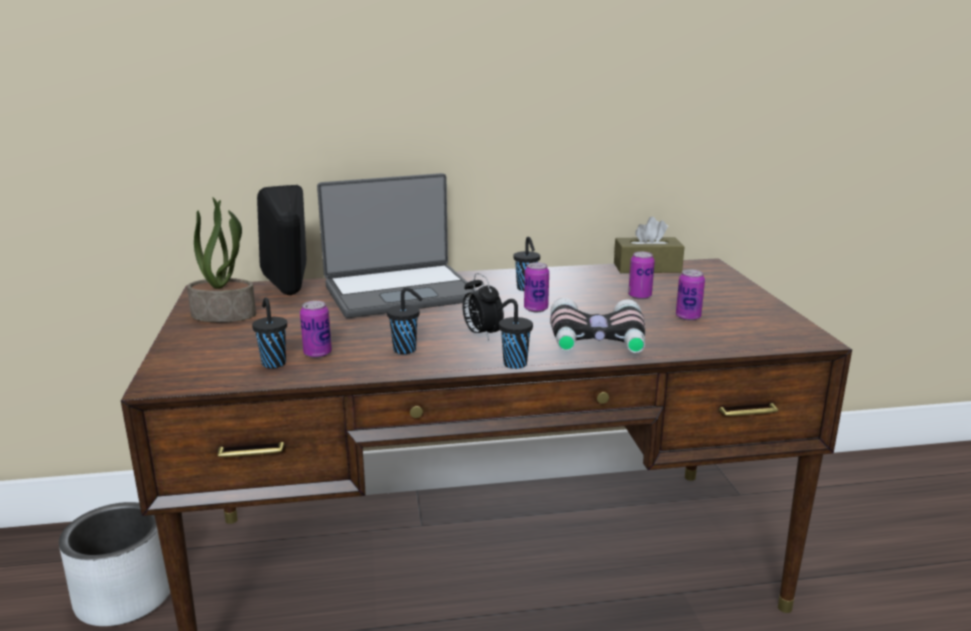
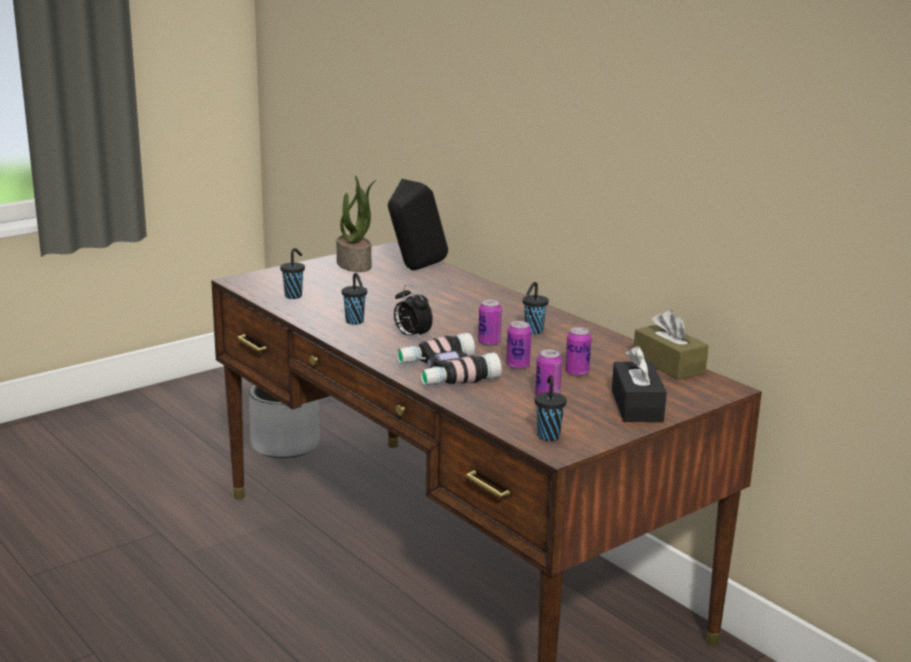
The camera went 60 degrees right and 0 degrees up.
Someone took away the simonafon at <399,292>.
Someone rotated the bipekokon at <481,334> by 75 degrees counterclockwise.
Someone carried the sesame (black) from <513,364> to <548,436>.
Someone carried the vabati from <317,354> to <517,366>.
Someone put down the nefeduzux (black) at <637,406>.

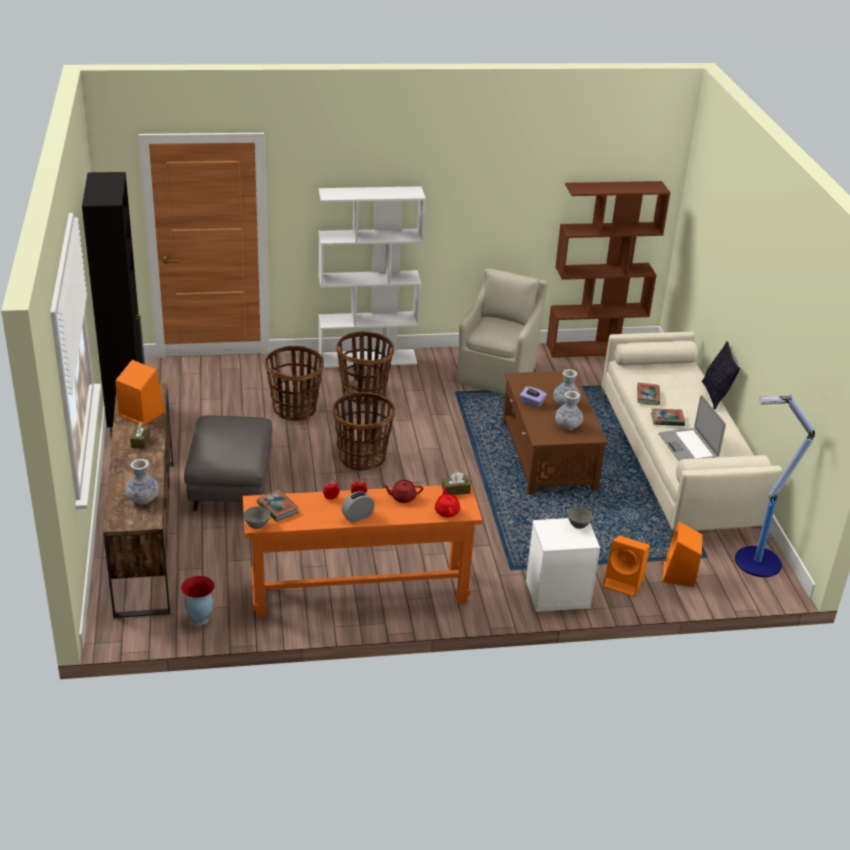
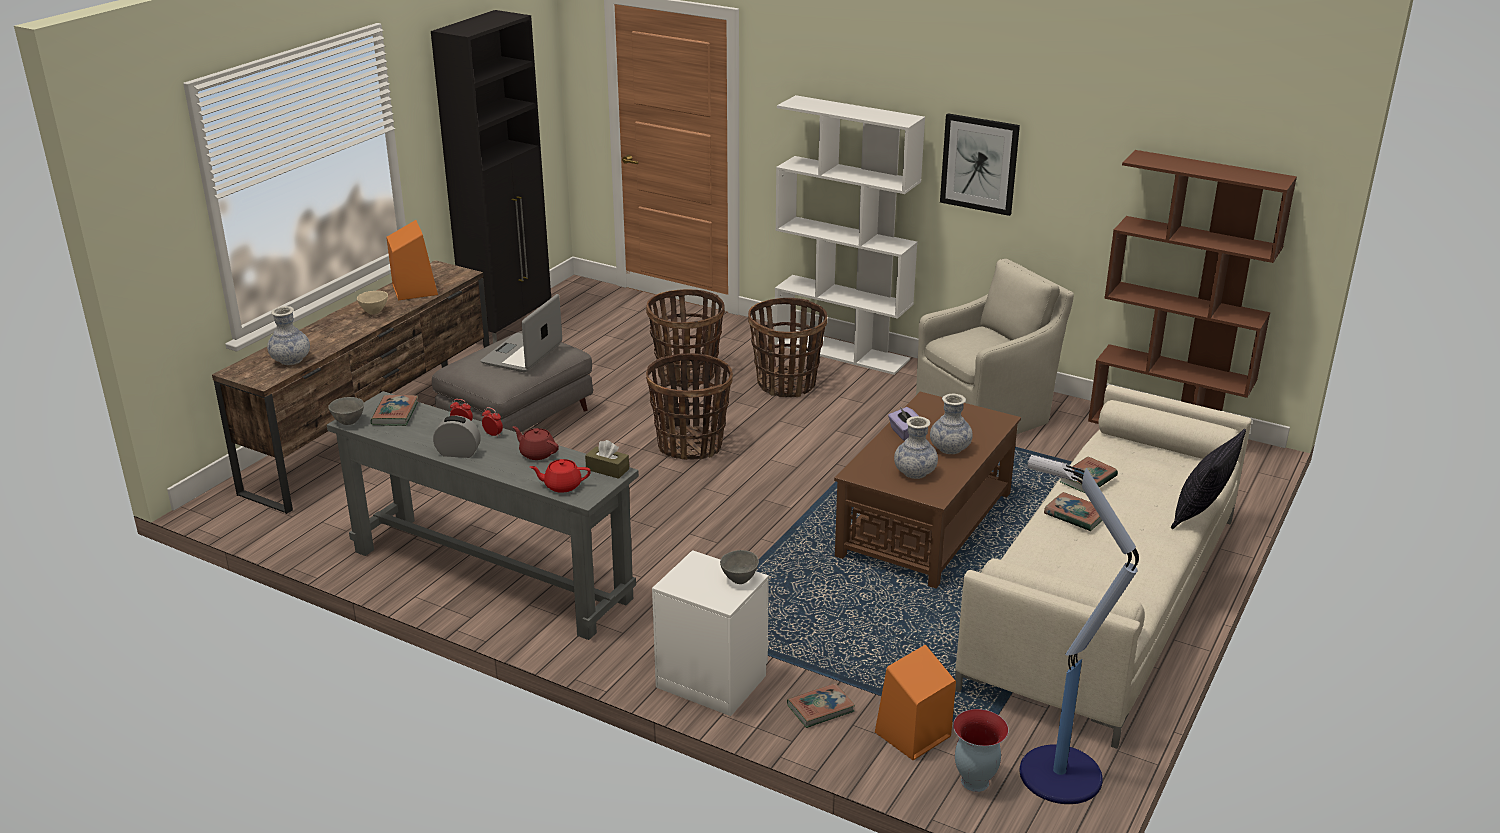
The camera went 40 degrees right and 5 degrees down.
Someone carried the simonafon from <688,447> to <523,354>.
Someone swapped the nefeduzux (brown) at <140,441> for the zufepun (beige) at <374,311>.
Someone repainted the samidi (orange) at <359,592>, which became the samidi (grey) at <491,574>.
Someone rotated the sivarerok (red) at <447,511> by 120 degrees counterclockwise.
Someone swapped the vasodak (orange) at <624,582> for the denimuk at <820,708>.
Someone carried the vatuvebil from <200,619> to <974,782>.
Someone put up the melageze at <979,164>.

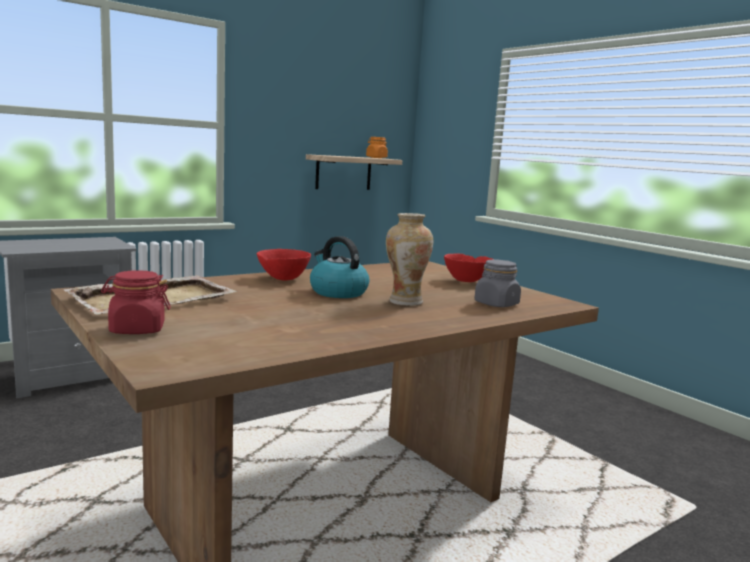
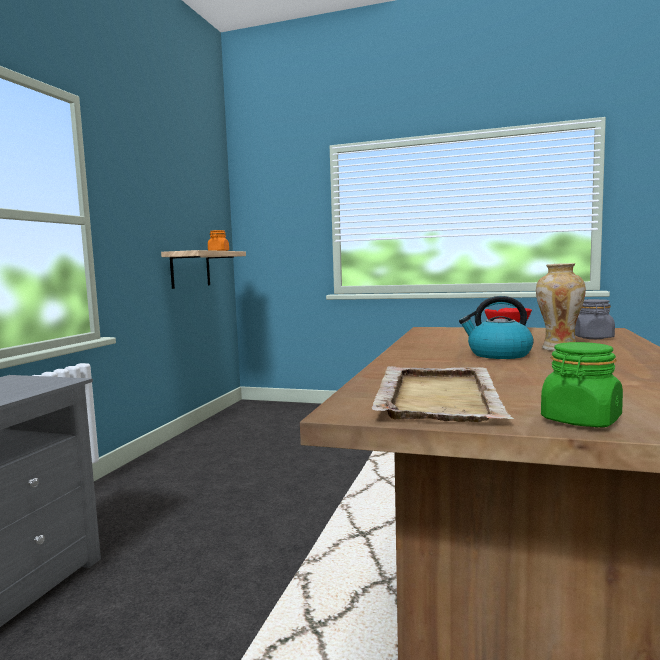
The camera went 35 degrees left and 5 degrees down.
Someone took away the zufepun (red) at <283,279>.
Someone repainted the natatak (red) at <137,329>, which became the natatak (green) at <581,420>.

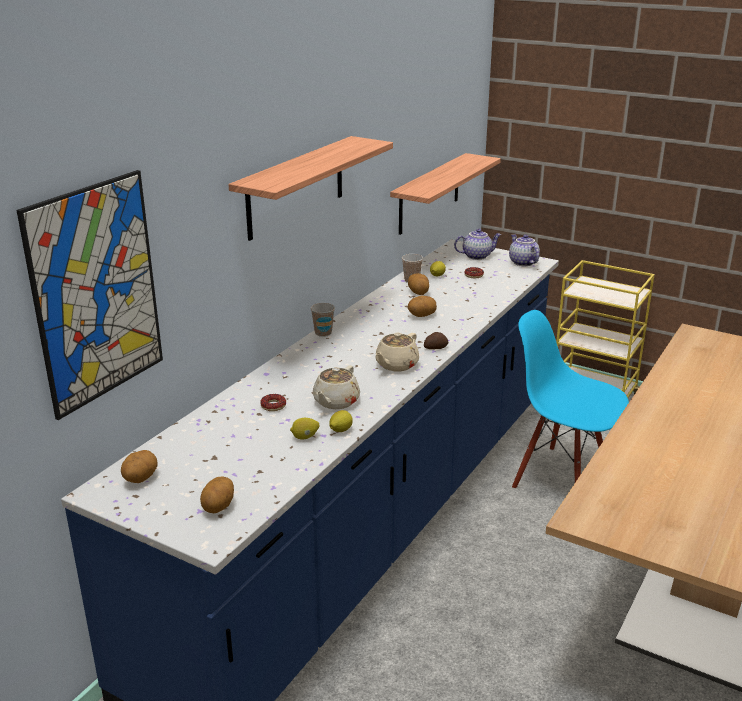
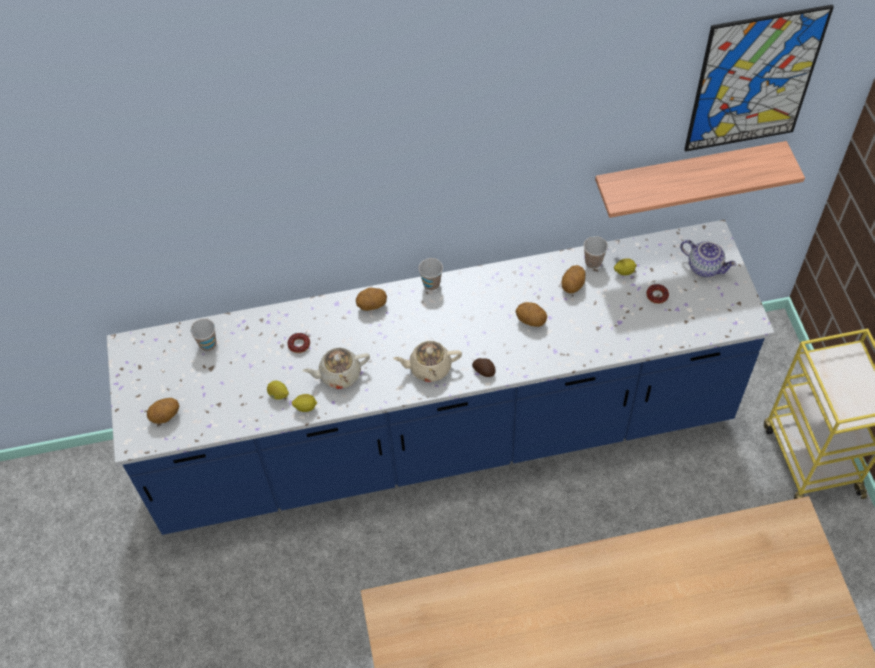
The camera went 50 degrees right and 30 degrees up.
Someone took away the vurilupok at <296,187>.
Someone carried the melageze from <96,293> to <754,81>.
Someone took away the sivarerok at <522,263>.
Someone took away the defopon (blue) at <561,478>.
Someone carried the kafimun from <140,478> to <372,305>.
Someone put down the sesame at <208,344>.

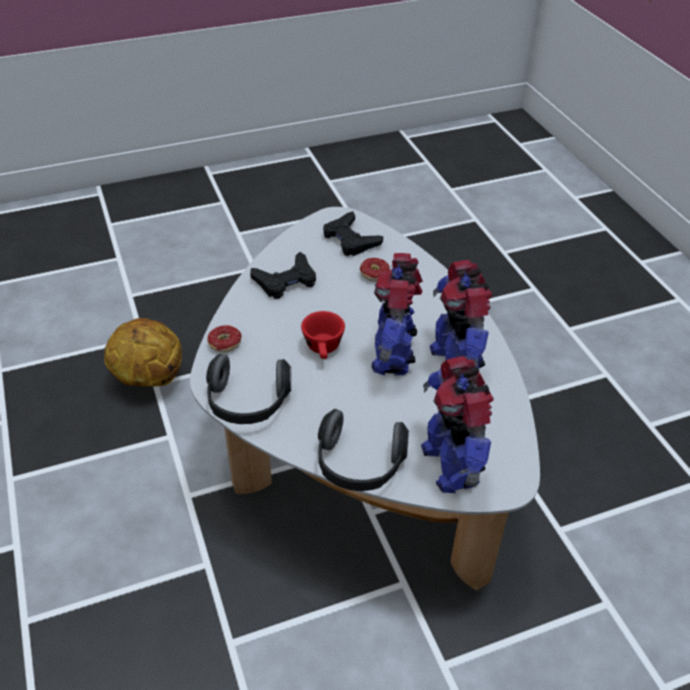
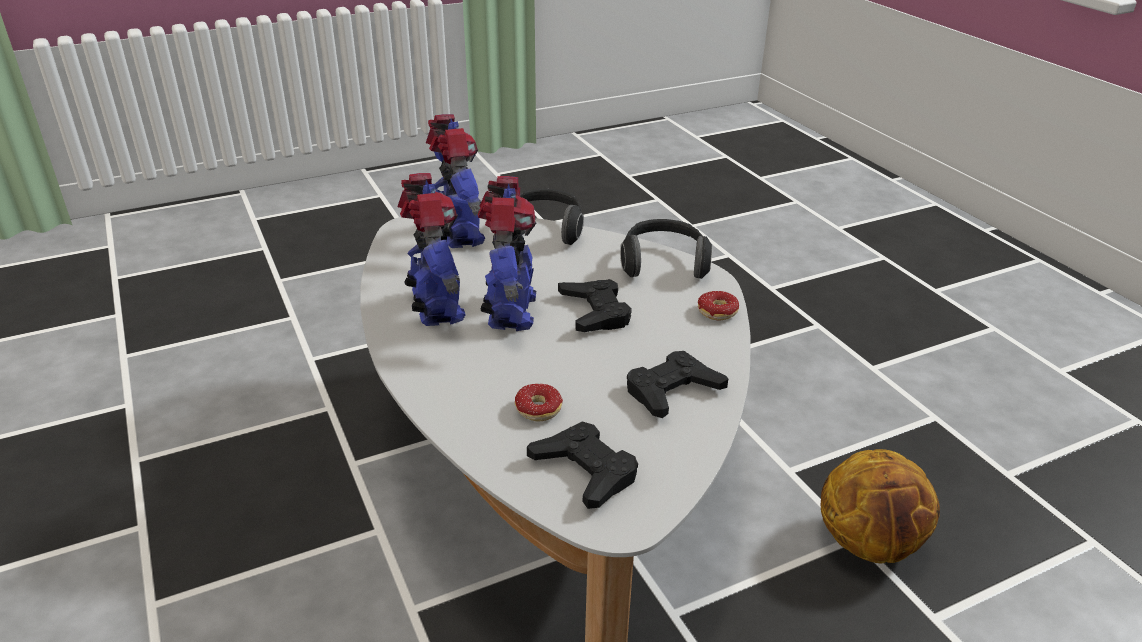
The camera went 175 degrees right and 10 degrees down.
Someone swapped the sesame (red) at <324,349> for the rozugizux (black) at <595,312>.

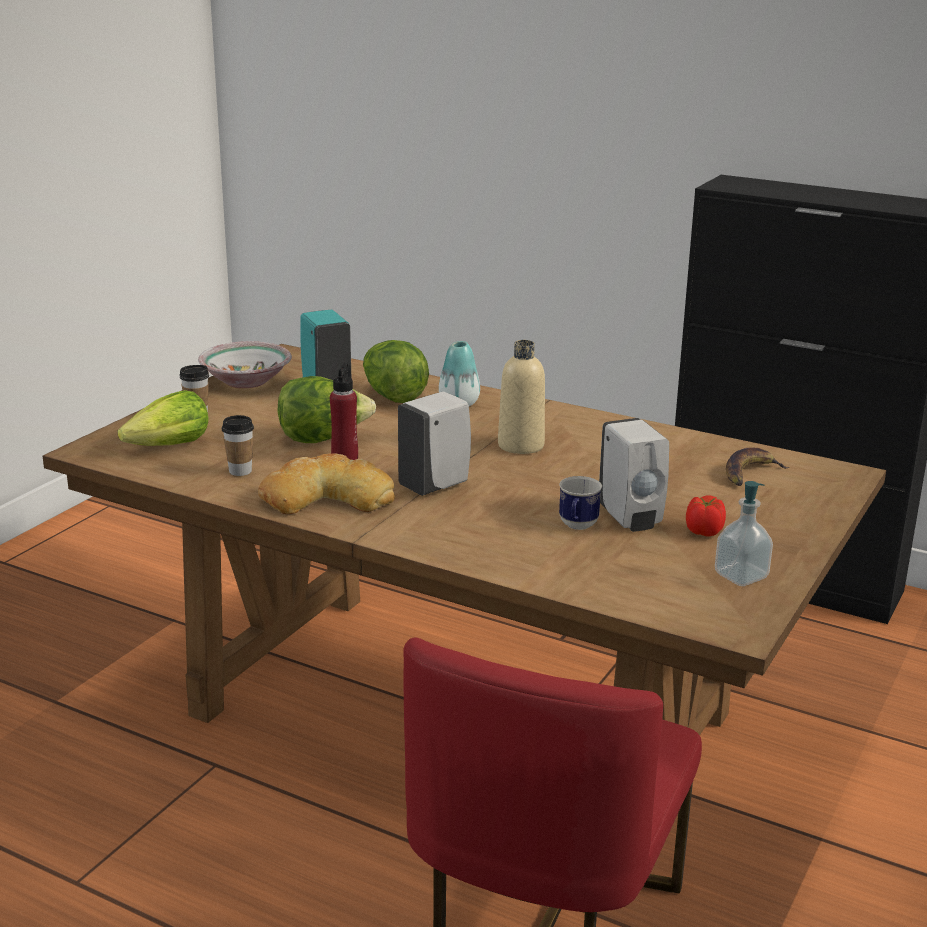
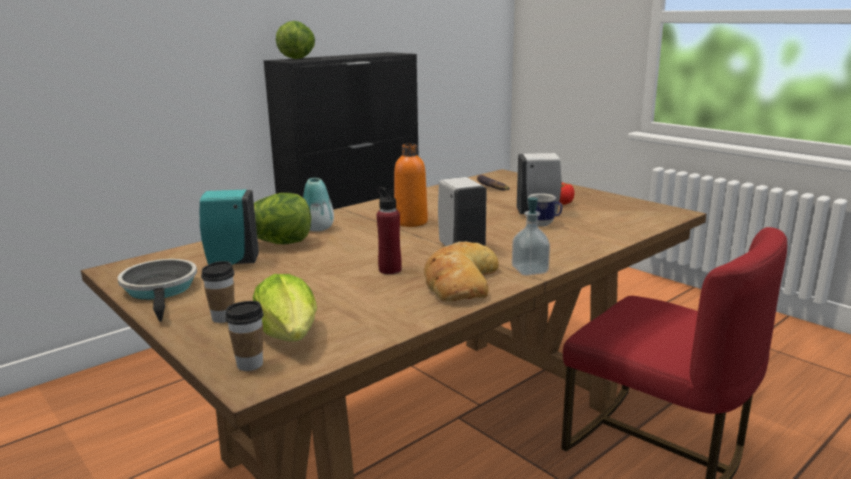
The camera went 70 degrees left and 5 degrees down.
Someone repainted the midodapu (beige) at <521,445>, which became the midodapu (orange) at <411,222>.
Someone swapped the zufepun at <247,381> for the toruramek at <161,290>.
Someone carried the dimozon from <323,439> to <298,58>.
Someone carried the sesame from <240,471> to <250,364>.
Someone carried the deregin from <741,576> to <529,270>.

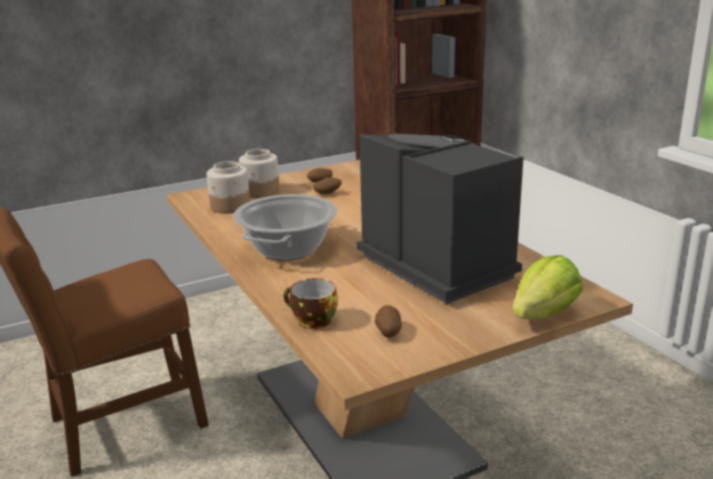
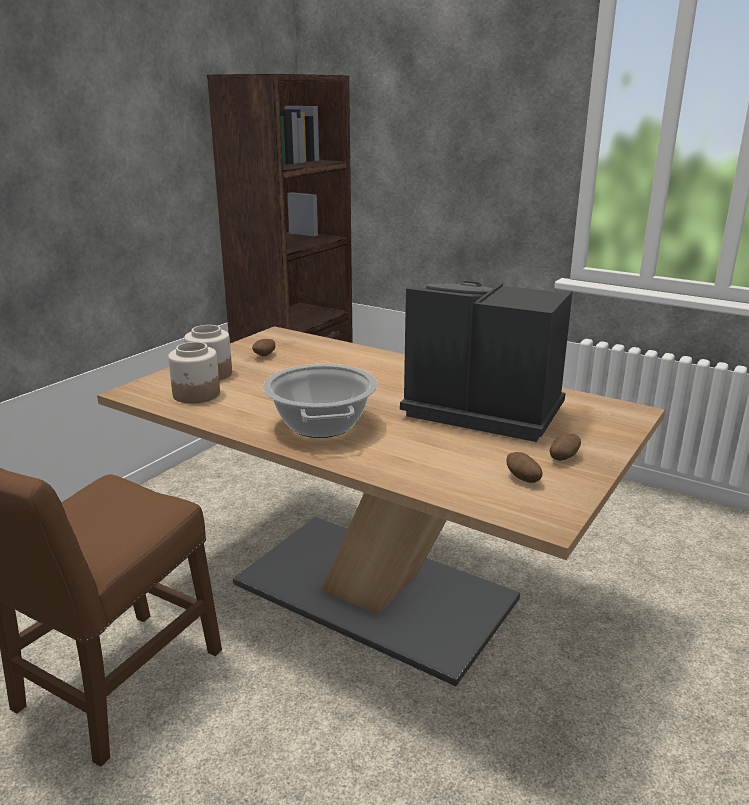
The camera went 30 degrees left and 0 degrees up.
Someone carried the kafimun from <327,194> to <563,458>.
Someone took away the dimozon at <544,314>.
Someone took away the sesame at <311,321>.

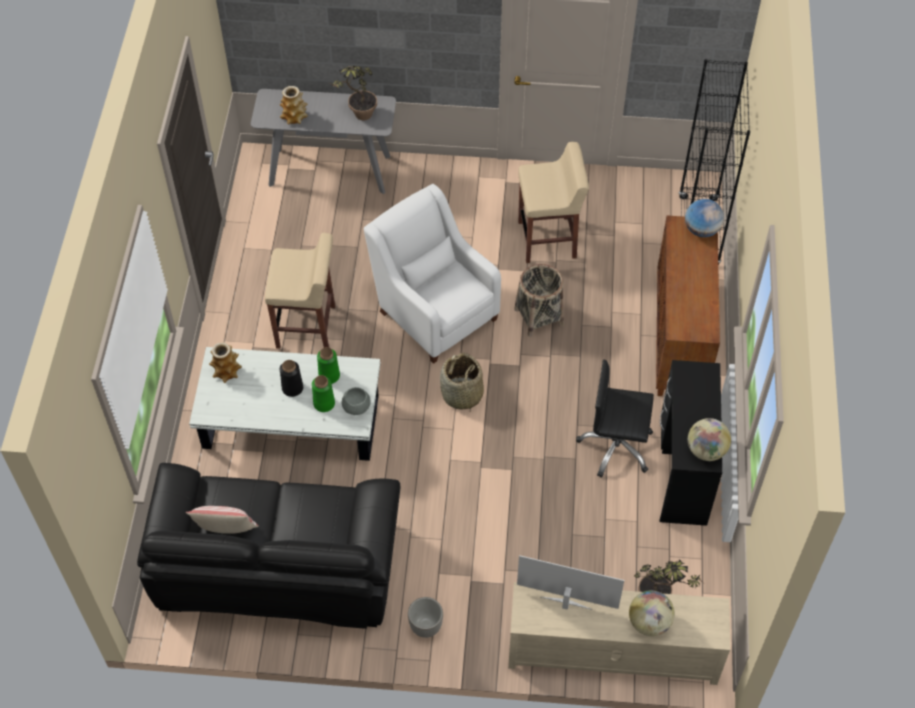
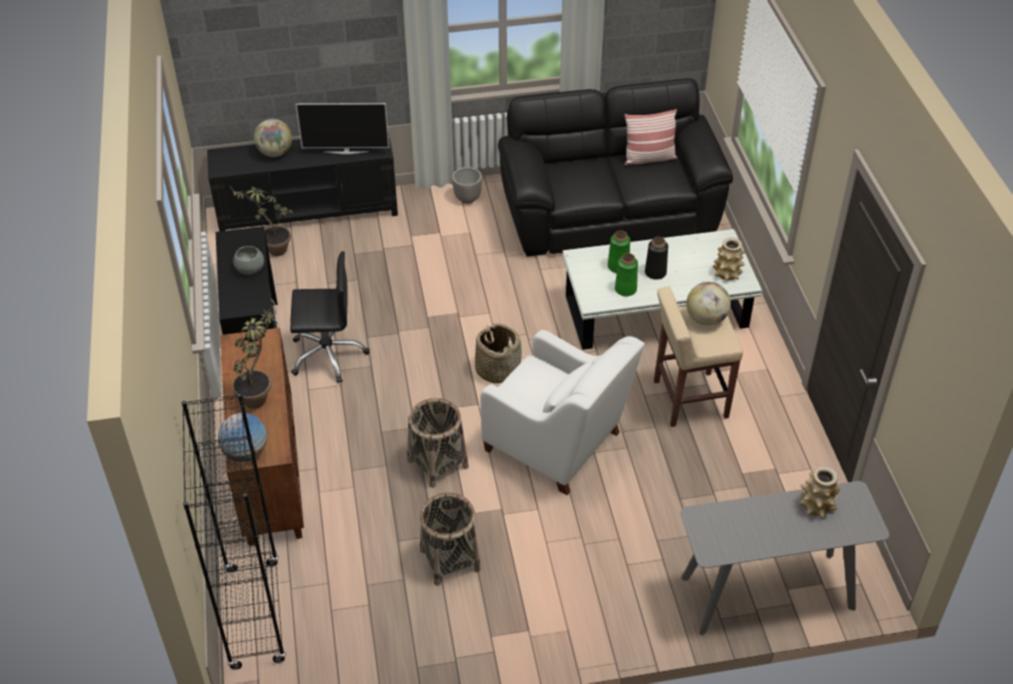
The camera went 165 degrees right and 10 degrees down.
Someone carried the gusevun from <358,117> to <260,394>.
Someone swapped the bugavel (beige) at <548,240> for the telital at <450,559>.
Someone carried the zufepun (grey) from <356,406> to <250,268>.
Someone carried the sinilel from <706,450> to <706,319>.
Someone repainted the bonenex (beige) at <612,651>, which became the bonenex (black) at <308,211>.

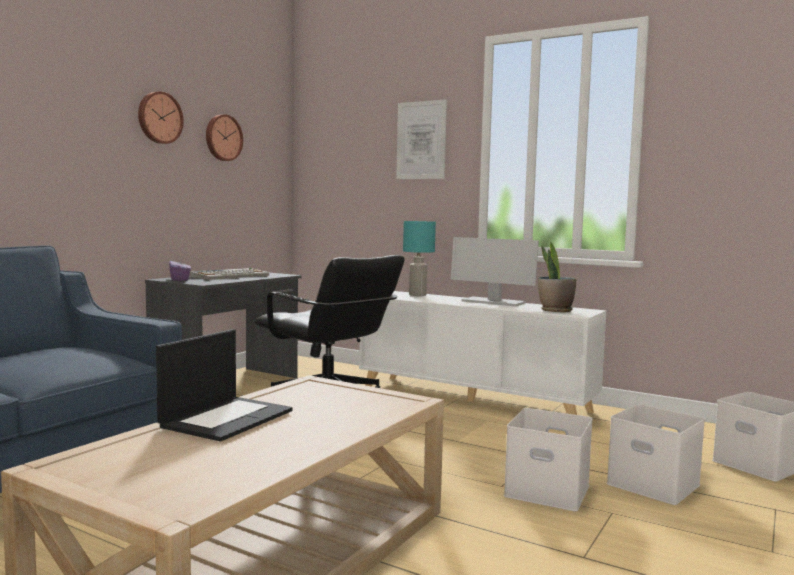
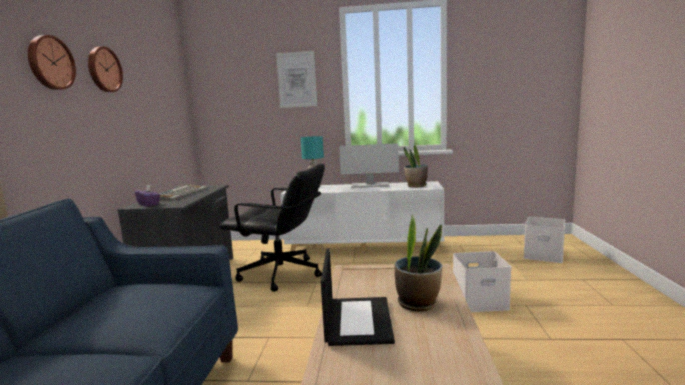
The camera went 25 degrees left and 5 degrees up.
Someone carried the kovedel from <222,138> to <50,63>.
Someone took away the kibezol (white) at <655,484>.
Someone put down the gusevun at <418,303>.

